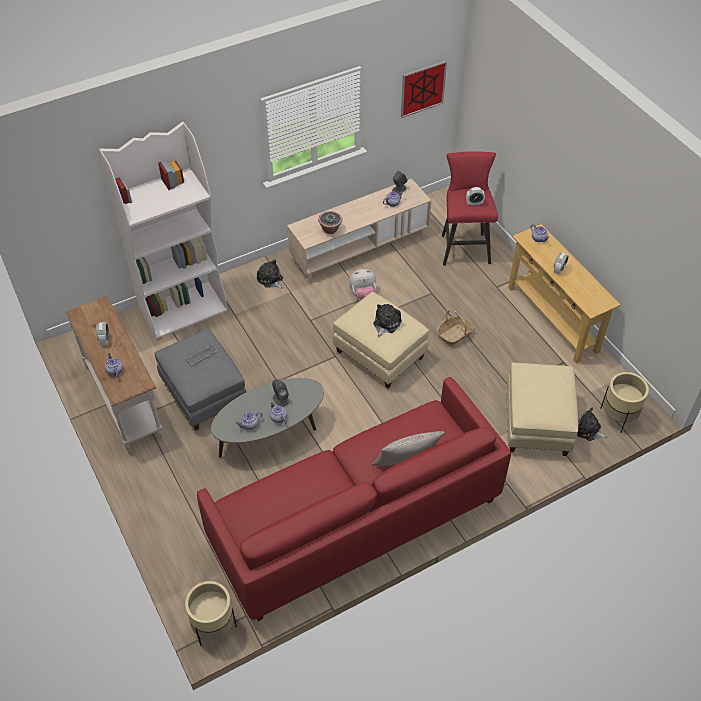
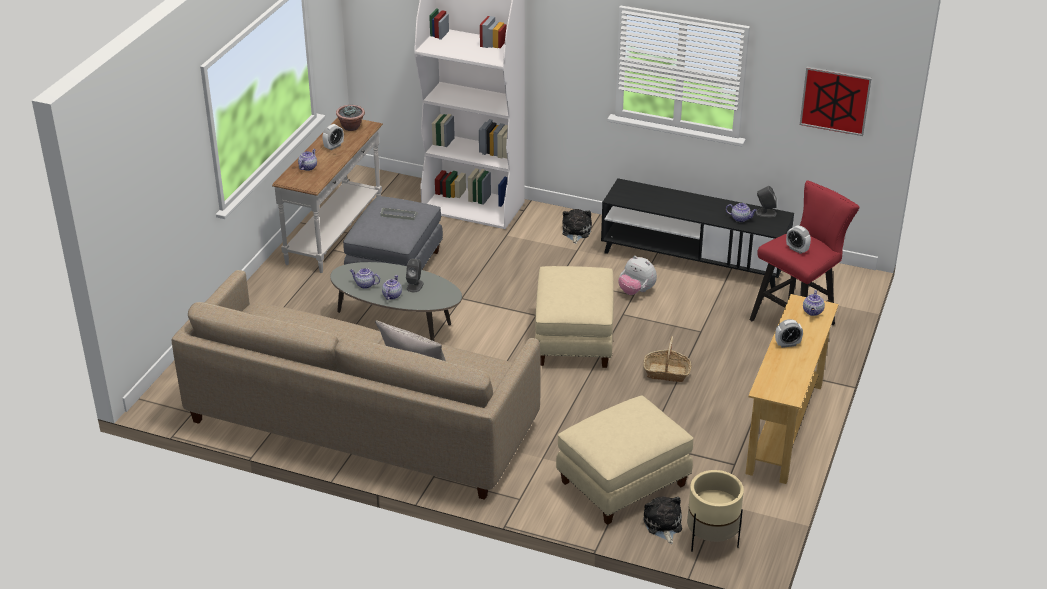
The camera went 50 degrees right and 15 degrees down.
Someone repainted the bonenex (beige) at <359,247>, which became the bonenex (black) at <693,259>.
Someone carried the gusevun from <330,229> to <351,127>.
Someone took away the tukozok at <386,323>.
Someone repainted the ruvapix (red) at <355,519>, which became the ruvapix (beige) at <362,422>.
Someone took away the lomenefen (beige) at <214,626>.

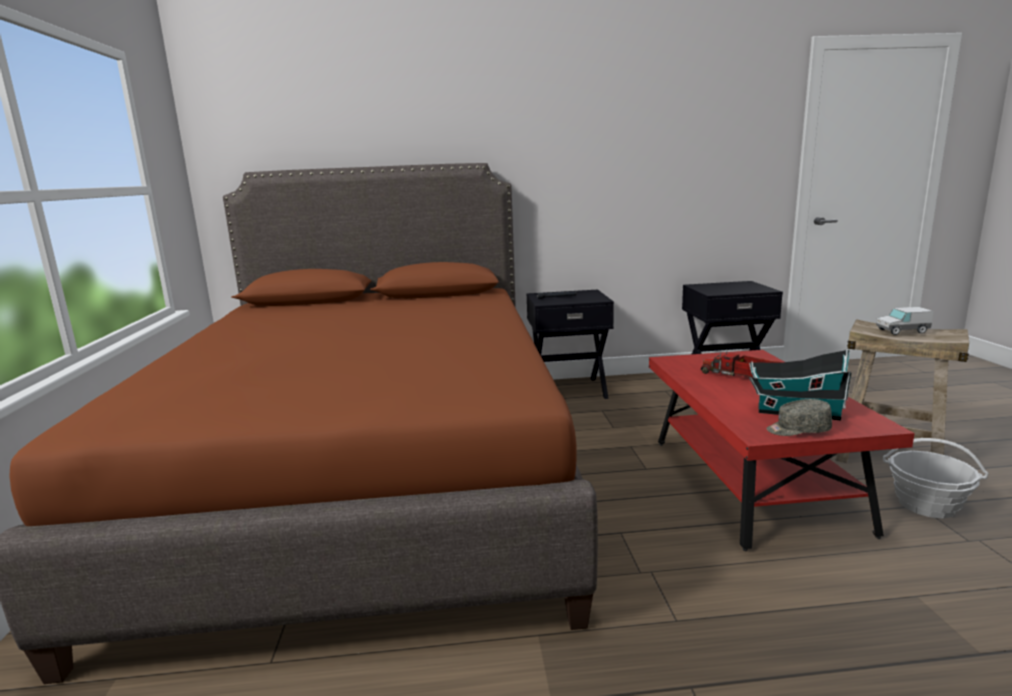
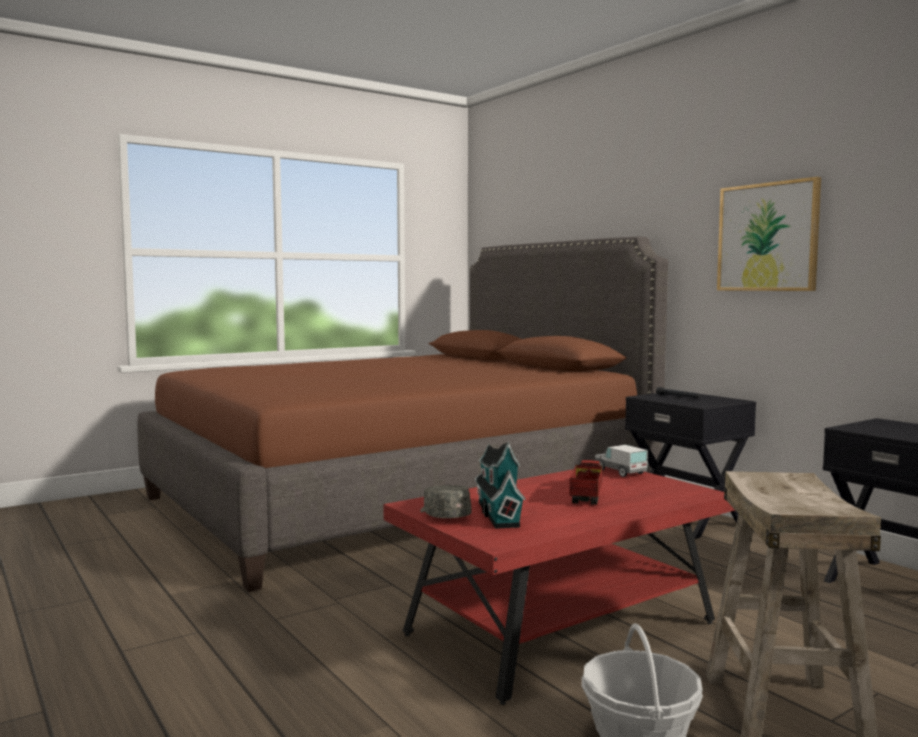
The camera went 60 degrees right and 10 degrees down.
Someone carried the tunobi from <902,331> to <620,472>.
Someone put up the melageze at <767,237>.

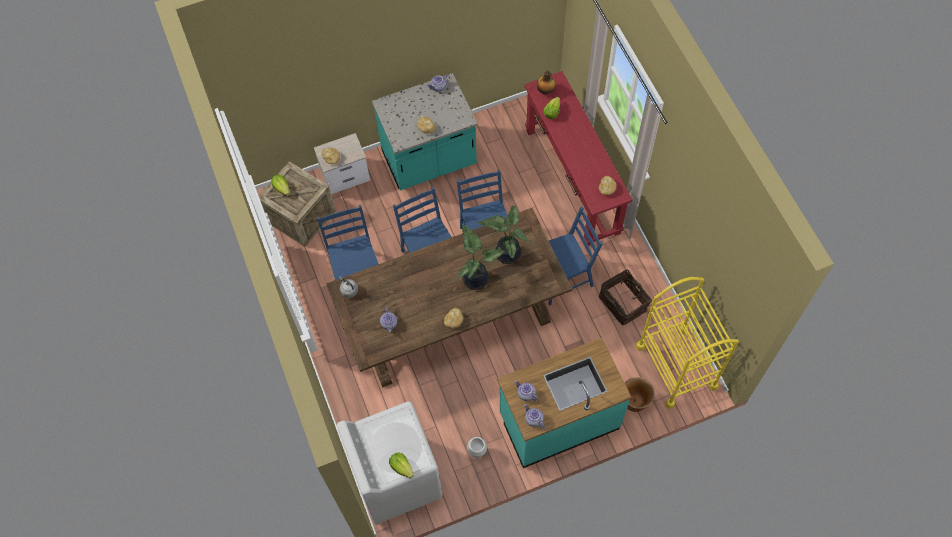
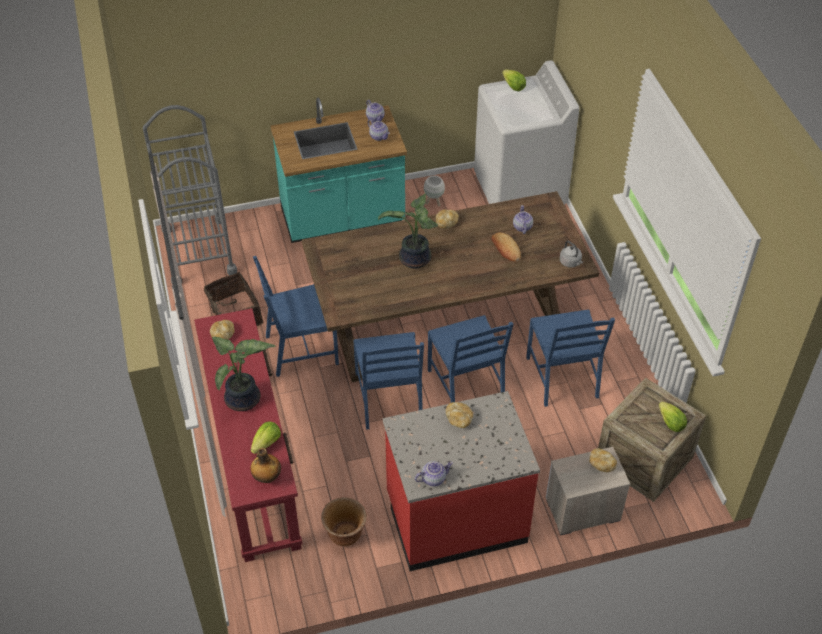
The camera went 175 degrees left and 15 degrees down.
Someone repainted the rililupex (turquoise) at <429,160>, which became the rililupex (red) at <456,518>.
Someone carried the gusevun from <506,252> to <244,401>.
Someone repainted the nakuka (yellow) at <676,366>, which became the nakuka (grey) at <198,251>.
Someone carried the lomenefen (brown) from <634,401> to <345,535>.
Someone put down the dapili at <506,249>.

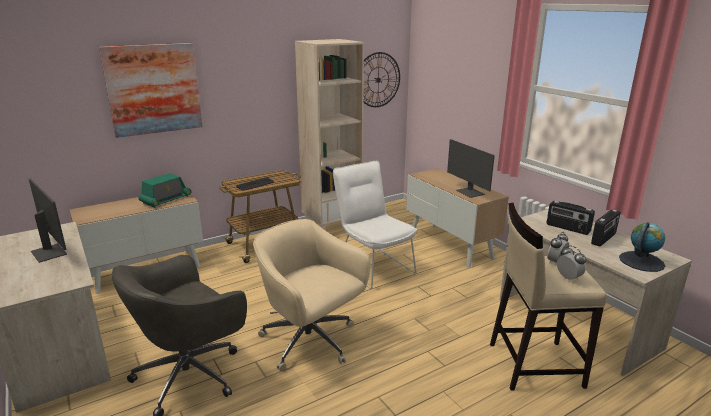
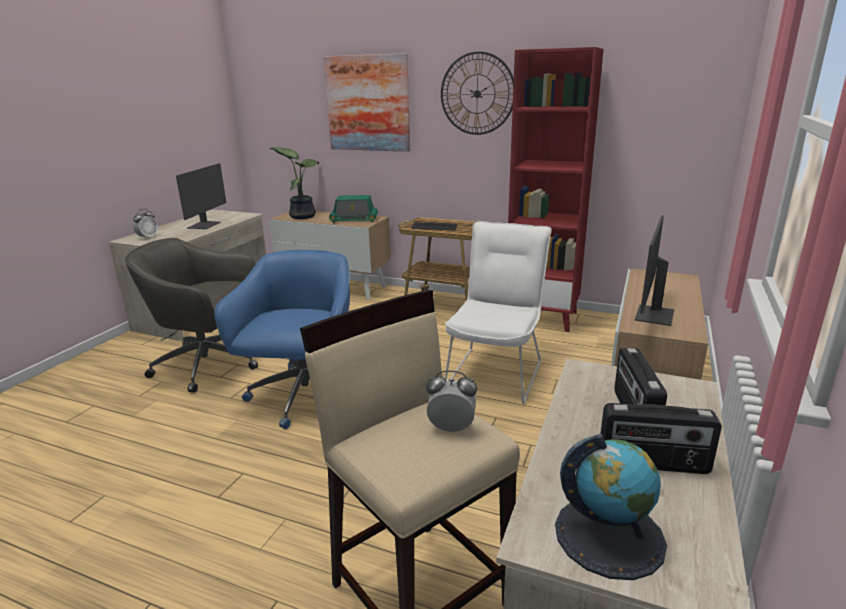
The camera went 55 degrees right and 0 degrees up.
Someone repainted the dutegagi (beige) at <332,226>, which became the dutegagi (red) at <543,317>.
Someone carried the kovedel from <378,80> to <477,94>.
Someone repainted the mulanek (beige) at <311,342>, which became the mulanek (blue) at <304,397>.
Someone carried the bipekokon from <568,278> to <148,237>.
Someone put down the gusevun at <302,216>.

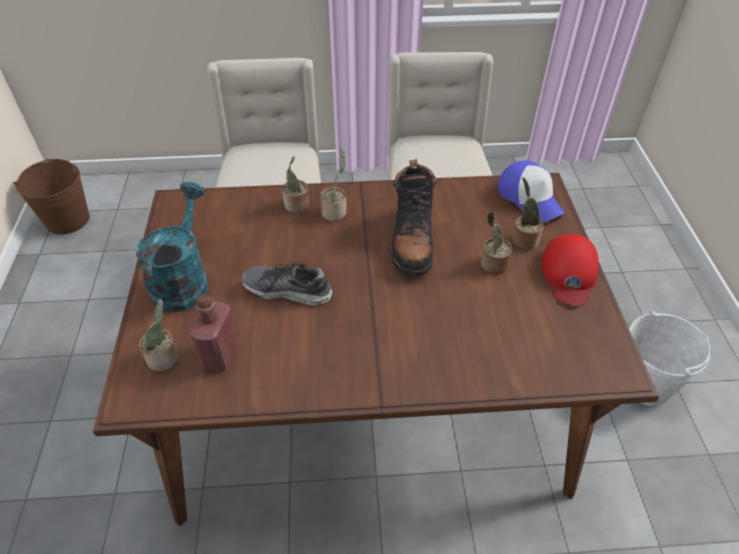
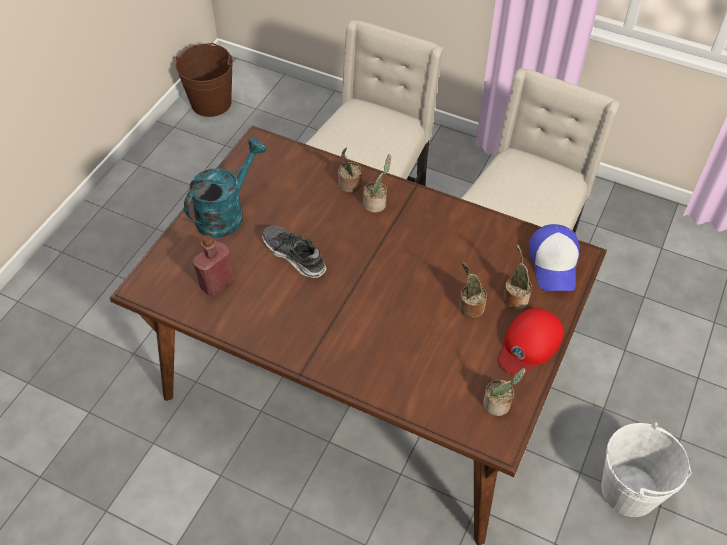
The camera went 30 degrees right and 5 degrees up.
Someone took away the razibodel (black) at <412,241>.
Someone carried the gusevun from <165,358> to <499,404>.

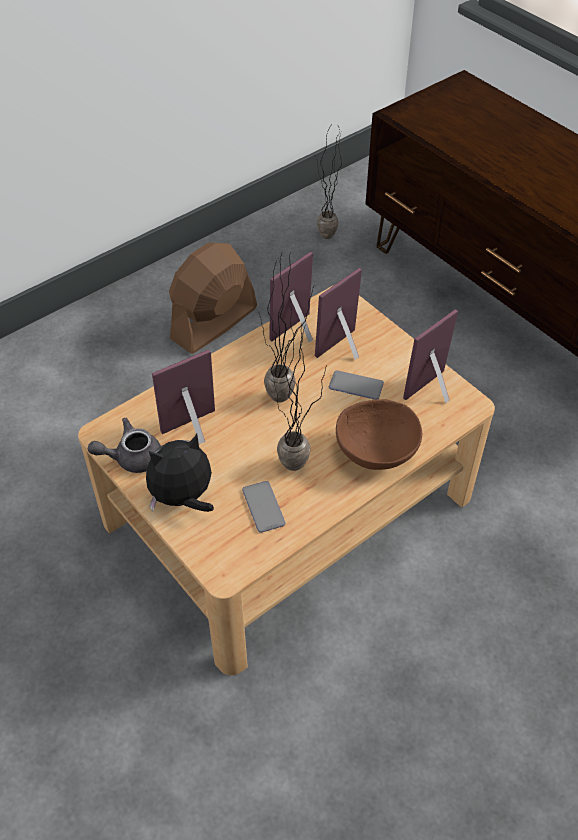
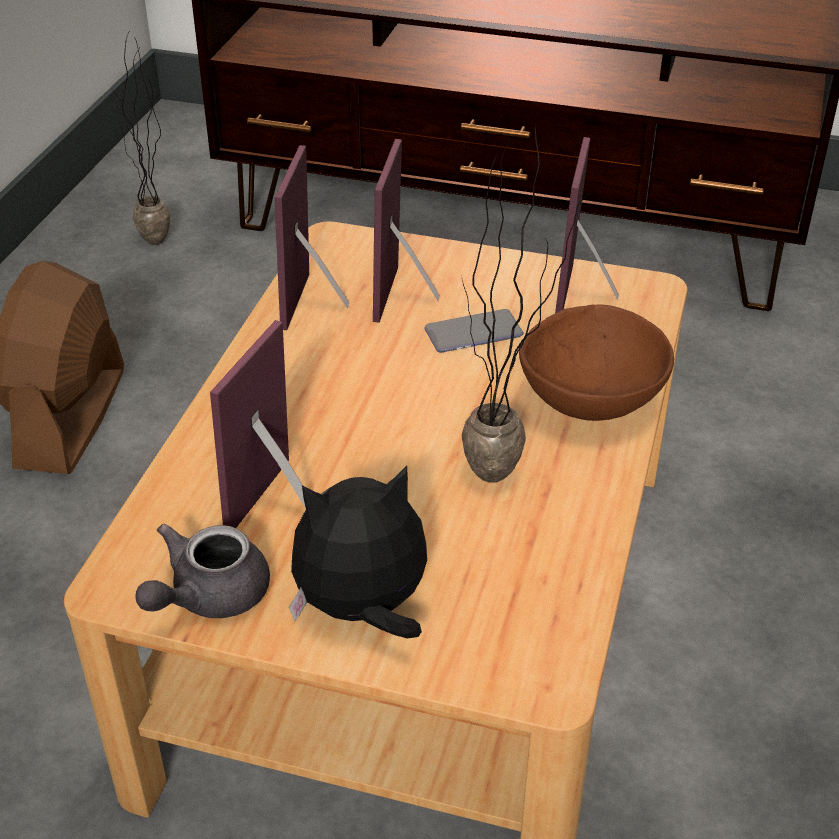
The camera went 35 degrees left and 10 degrees down.
Someone took away the gusevun at <286,403>.
Someone rotated the tukozok at <183,498> by 45 degrees clockwise.
Someone took away the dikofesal at <263,507>.

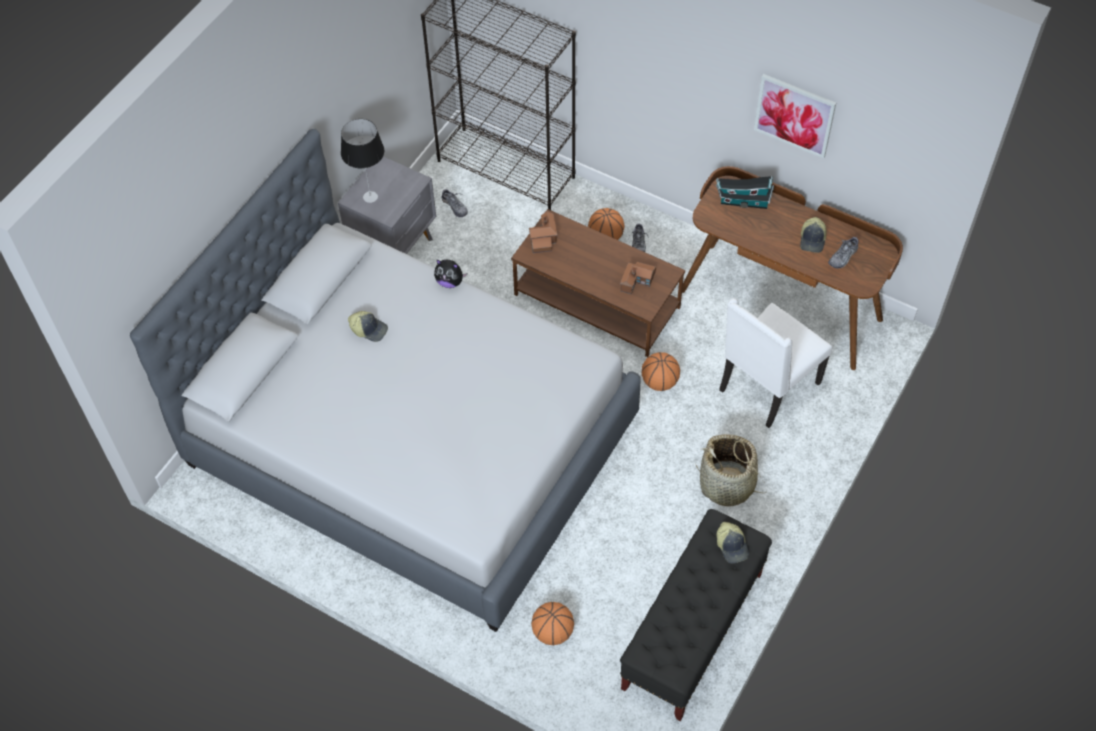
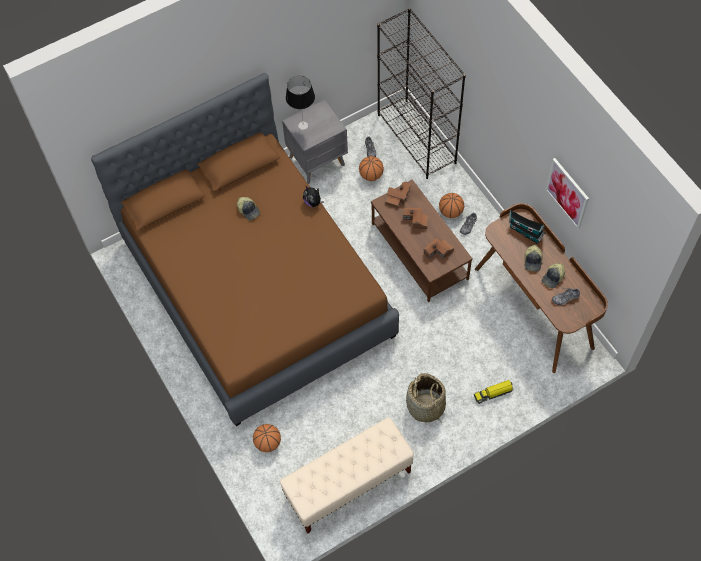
The camera went 30 degrees right and 5 degrees up.
Someone repainted the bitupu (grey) at <412,440>, which became the bitupu (brown) at <257,287>.
Someone took away the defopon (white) at <767,387>.
Someone carried the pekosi from <659,382> to <371,175>.
Someone repainted the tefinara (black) at <692,631>, which became the tefinara (beige) at <348,484>.
Someone carried the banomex from <732,546> to <533,261>.
Someone put down the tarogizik at <415,220>.
Someone put down the tunobi at <493,393>.

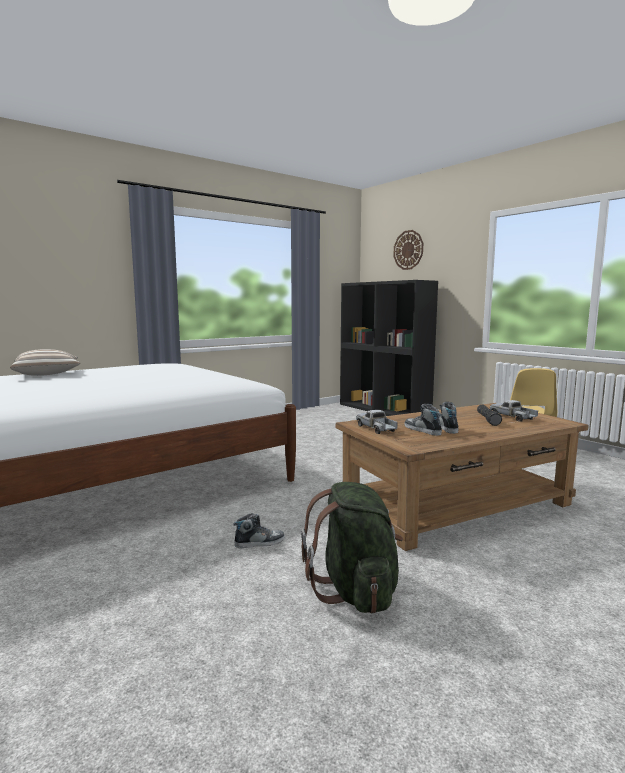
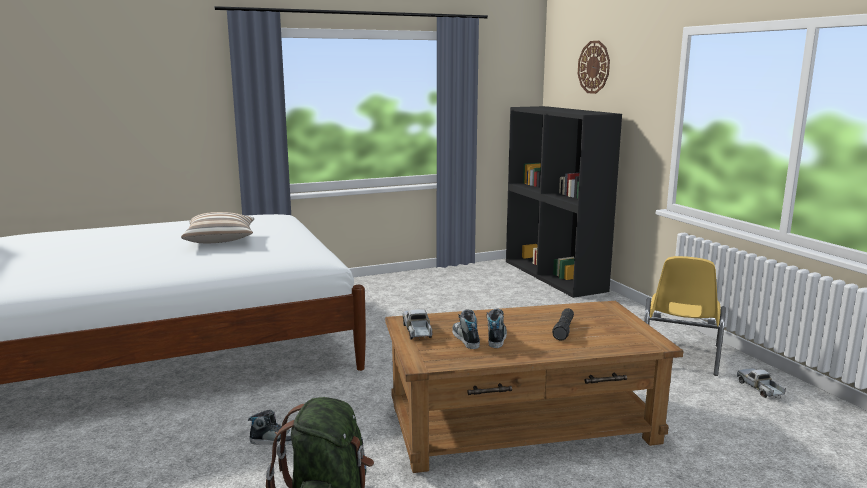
The camera went 15 degrees right and 5 degrees up.
Someone carried the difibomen from <48,374> to <221,240>.
Someone carried the tunobi from <513,417> to <760,389>.

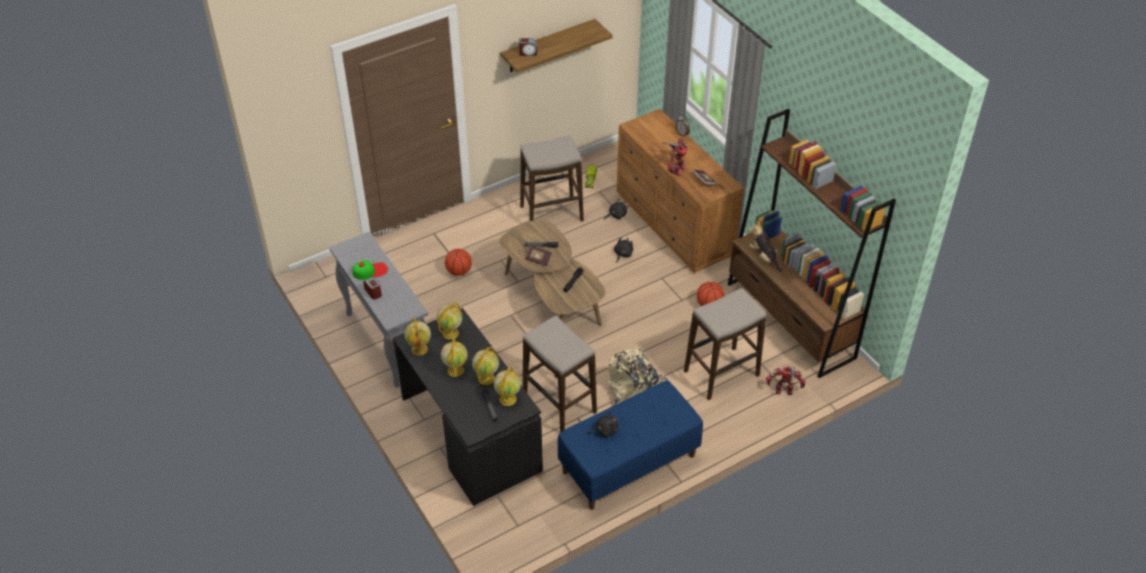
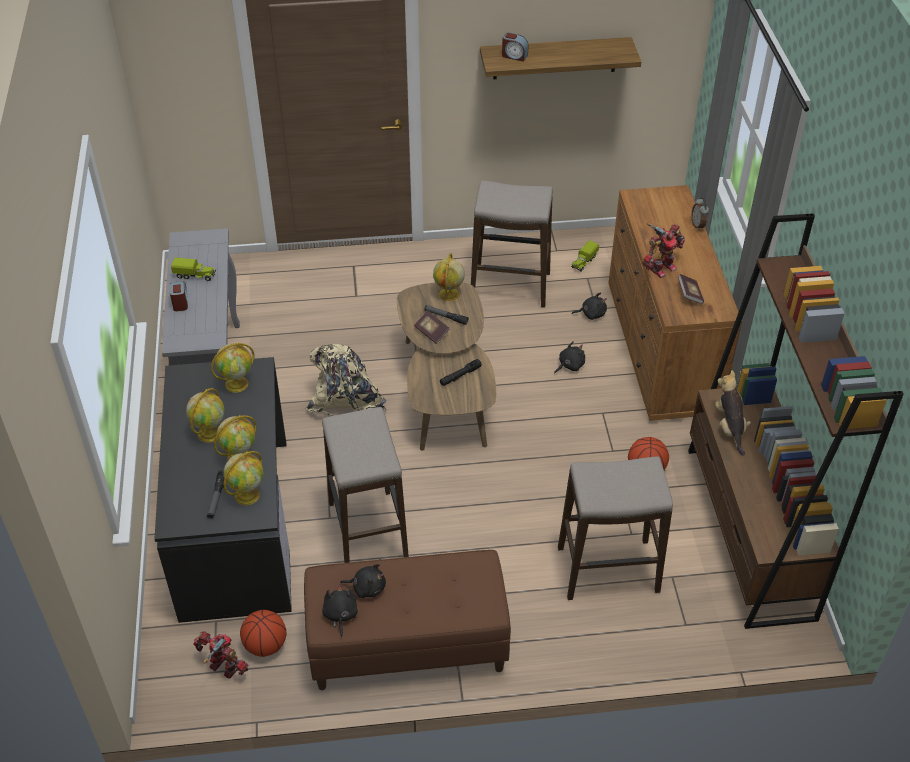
The camera went 25 degrees right and 0 degrees up.
Someone carried the pekosi from <459,271> to <265,645>.
Someone swapped the banomex at <370,271> for the tunobi at <195,275>.
Someone carried the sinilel from <419,349> to <449,295>.
Someone carried the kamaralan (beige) from <635,389> to <348,402>.
Someone carried the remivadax from <784,391> to <224,668>.
Someone repainted the tefinara (blue) at <628,464>, which became the tefinara (brown) at <407,647>.
Someone put down the tukozok (black) at <340,615>.

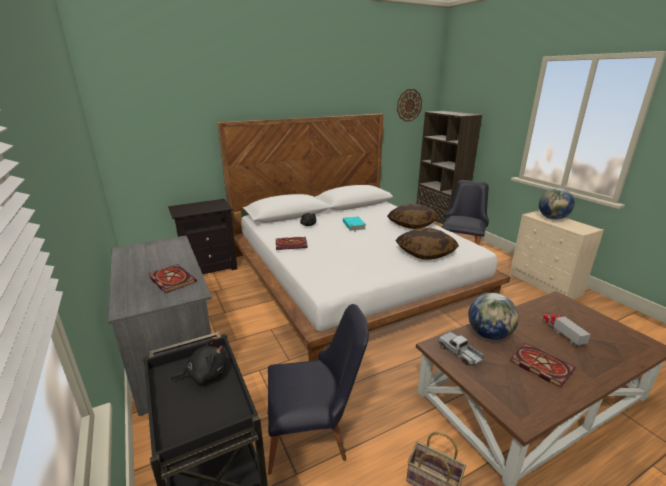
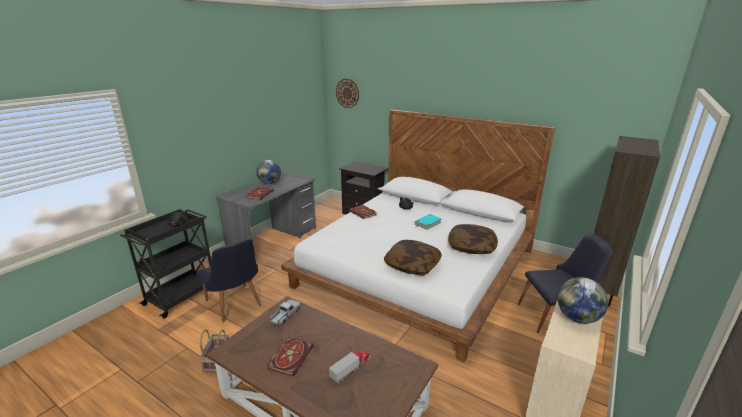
The camera went 60 degrees right and 0 degrees up.
Someone carried the kovedel from <409,105> to <347,93>.
Someone carried the sinilel from <489,335> to <270,183>.

